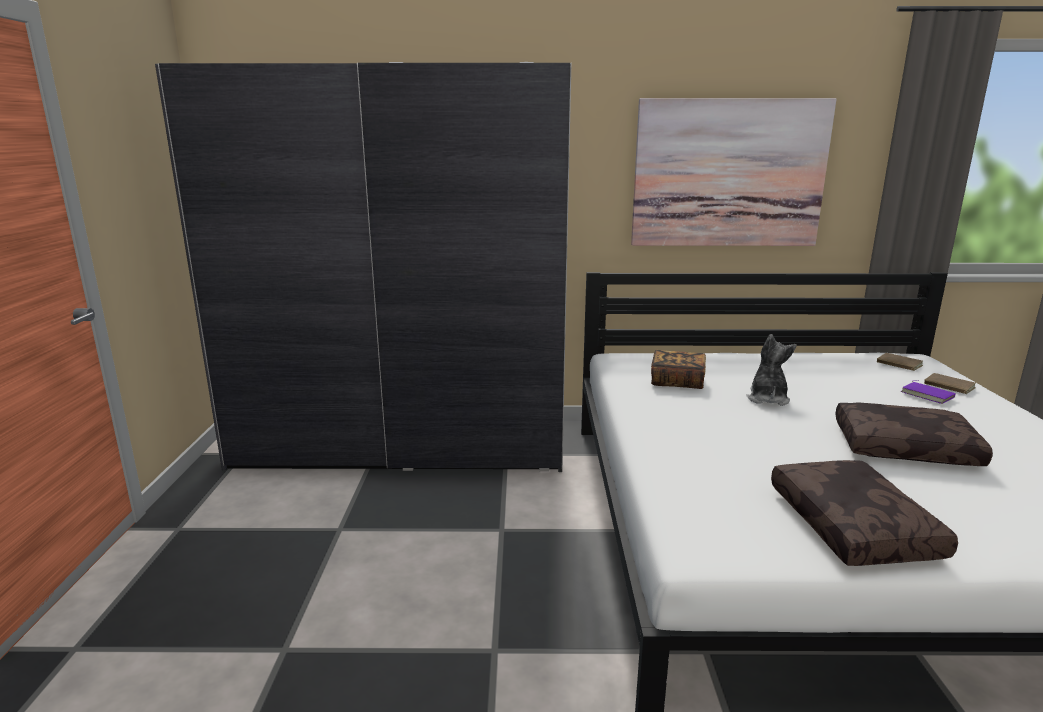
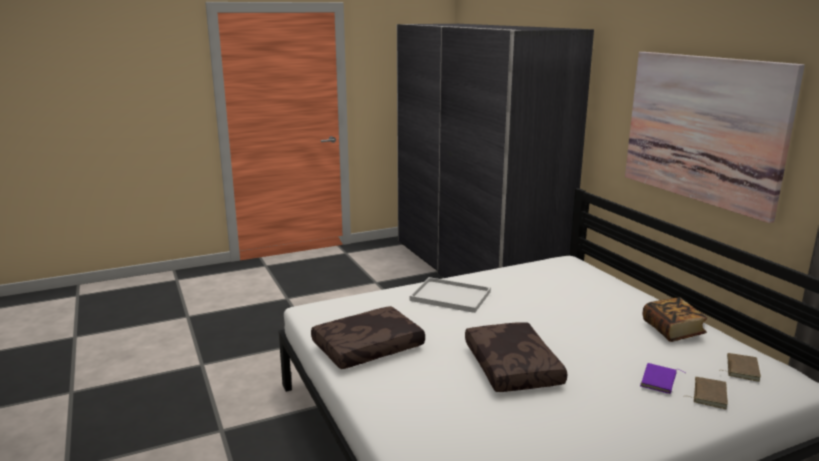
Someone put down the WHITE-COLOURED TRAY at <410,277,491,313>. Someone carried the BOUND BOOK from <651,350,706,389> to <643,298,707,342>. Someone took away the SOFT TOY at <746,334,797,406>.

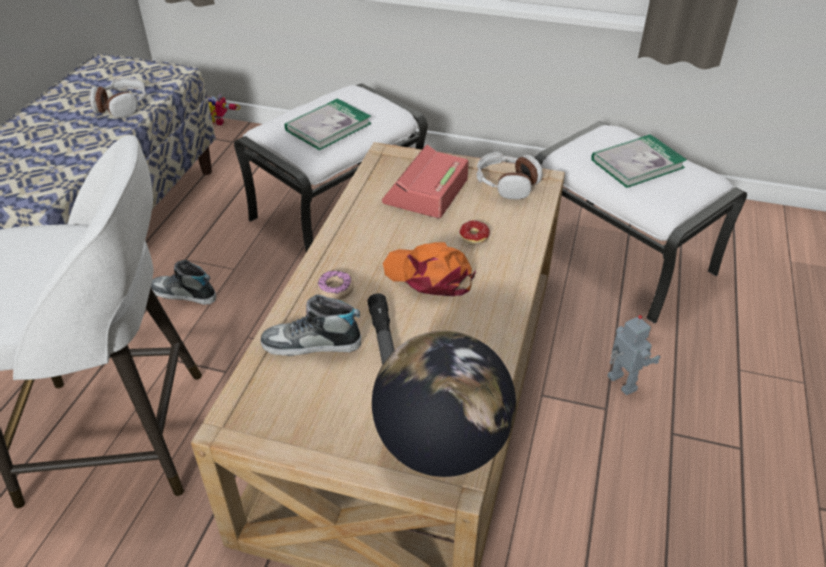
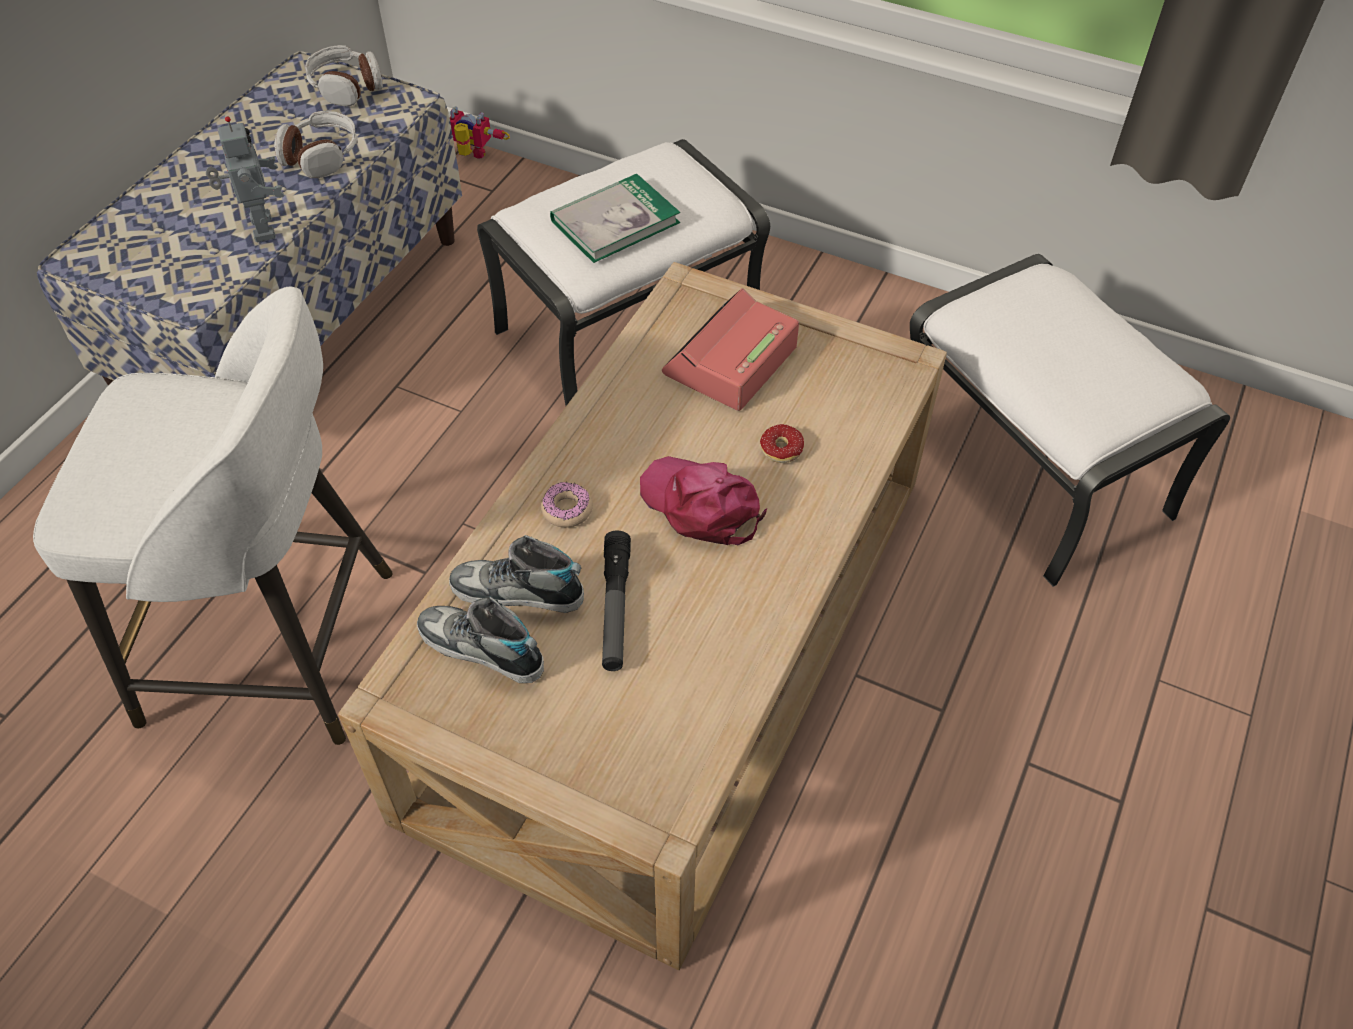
Someone carried the MODEL ROBOT from <608,315,661,395> to <206,116,285,242>. Someone carried the PAIR OF HEADPHONES from <477,152,543,199> to <305,45,383,106>. Someone carried the SHOE from <151,260,216,305> to <417,597,544,683>. Someone repainted the ORANGE-COLOURED PEAKED CAP at <383,242,476,296>, which became the PINK-COLOURED PEAKED CAP at <640,456,767,545>. Someone took away the GLOBE at <372,331,516,477>. Someone took away the BOUND BOOK at <591,134,687,188>.

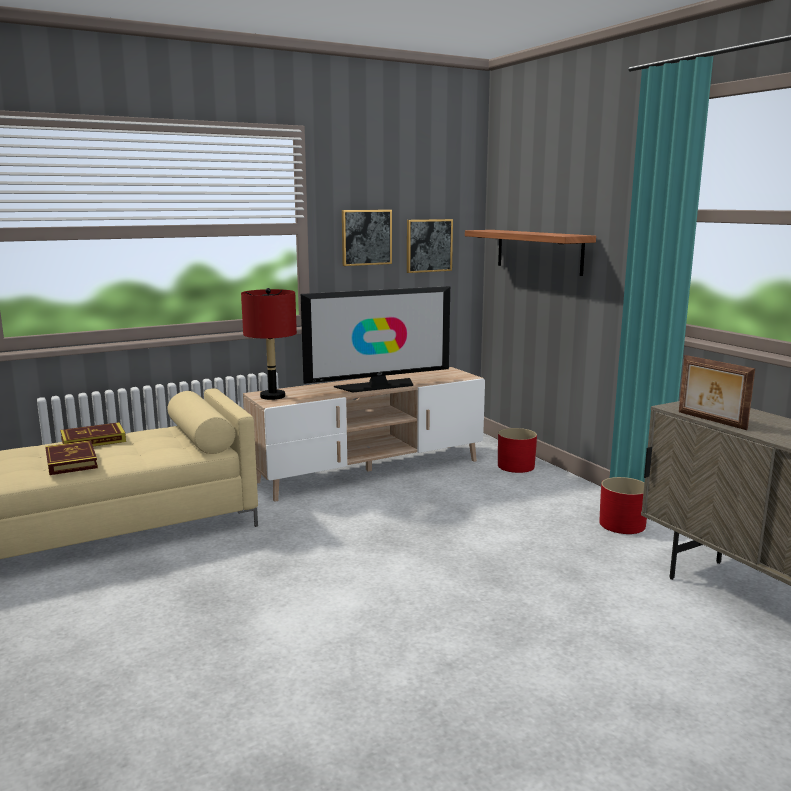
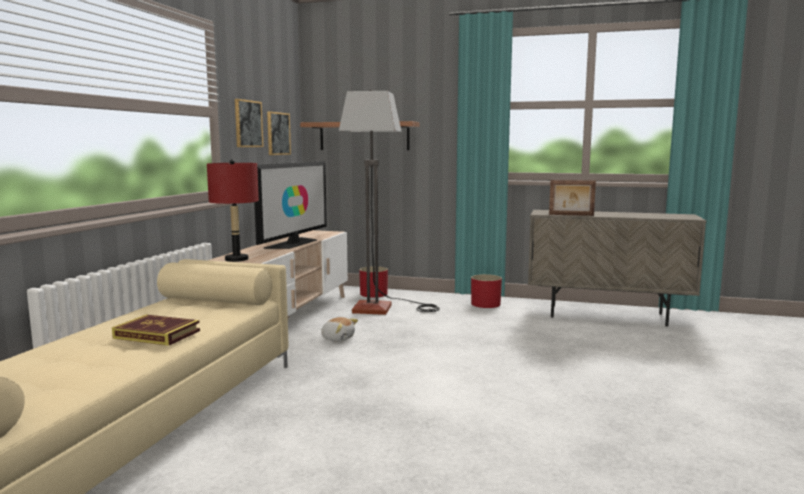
Someone put down the SOFT TOY at <321,317,358,342>. Someone put down the STANDARD LAMP at <339,90,440,315>. Someone took away the BOUND BOOK at <60,422,126,446>.

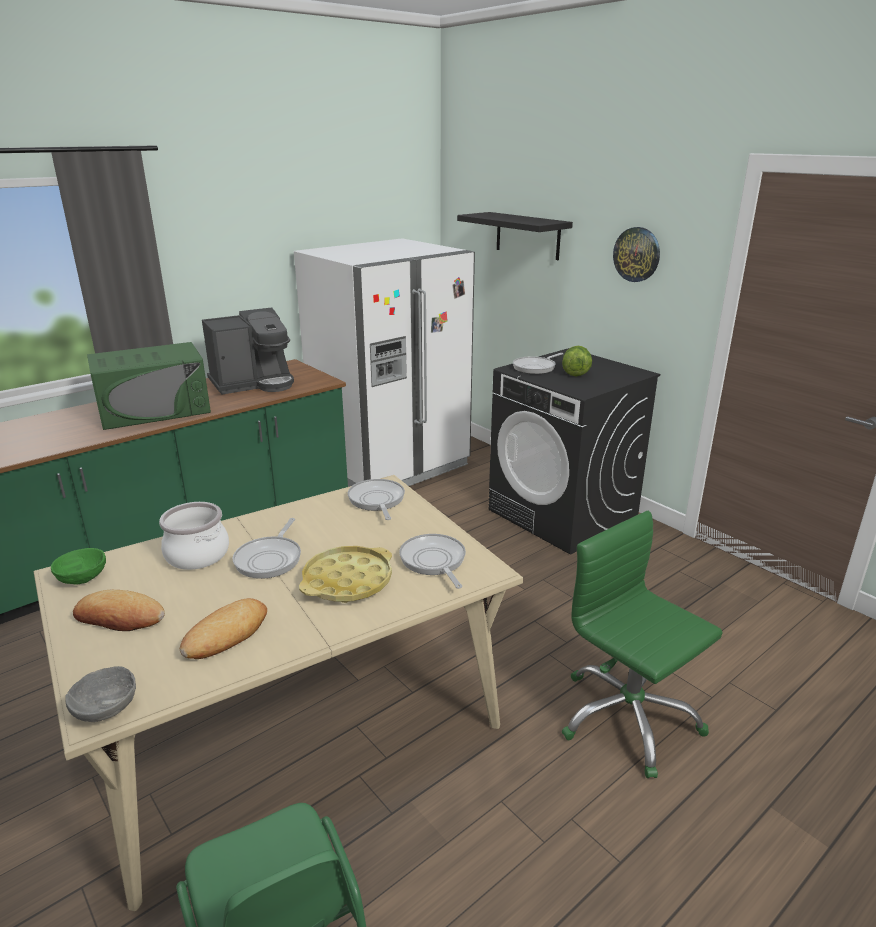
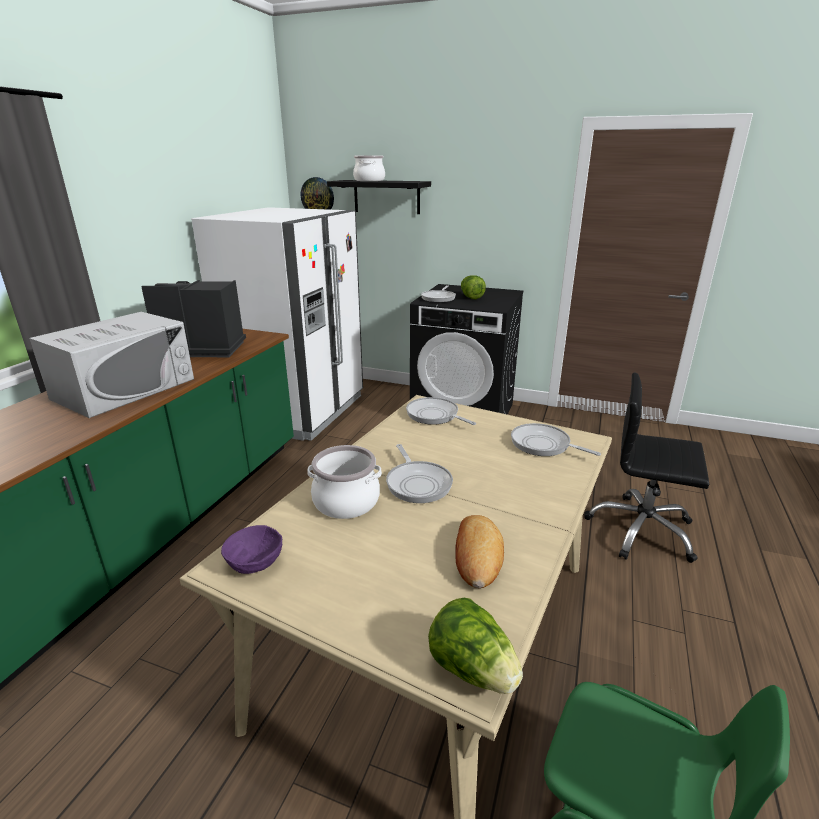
Someone repainted the GREEN KITCHEN MICROWAVE at <87,342,211,430>, which became the WHITE-COLOURED KITCHEN MICROWAVE at <29,312,194,418>. Someone rotated the COFFEE MACHINE at <202,308,294,394> by 120 degrees counterclockwise. Someone repainted the GREEN DEEP DISH at <51,548,106,584>, which became the PURPLISH DEEP DISH at <221,525,282,574>. Someone carried the WALL CLOCK from <613,227,660,282> to <301,177,334,210>. Someone put down the SAUCEPOT at <353,156,385,181>. Someone swapped the GREY DEEP DISH at <65,666,136,722> for the HEAD OF LETTUCE at <428,598,523,694>. Someone repainted the GREEN DESK CHAIR at <561,511,723,778>, which became the BLACK DESK CHAIR at <584,373,709,563>. Someone took away the BREAD at <73,590,165,631>. Someone took away the YELLOW TRAY at <299,546,392,603>.

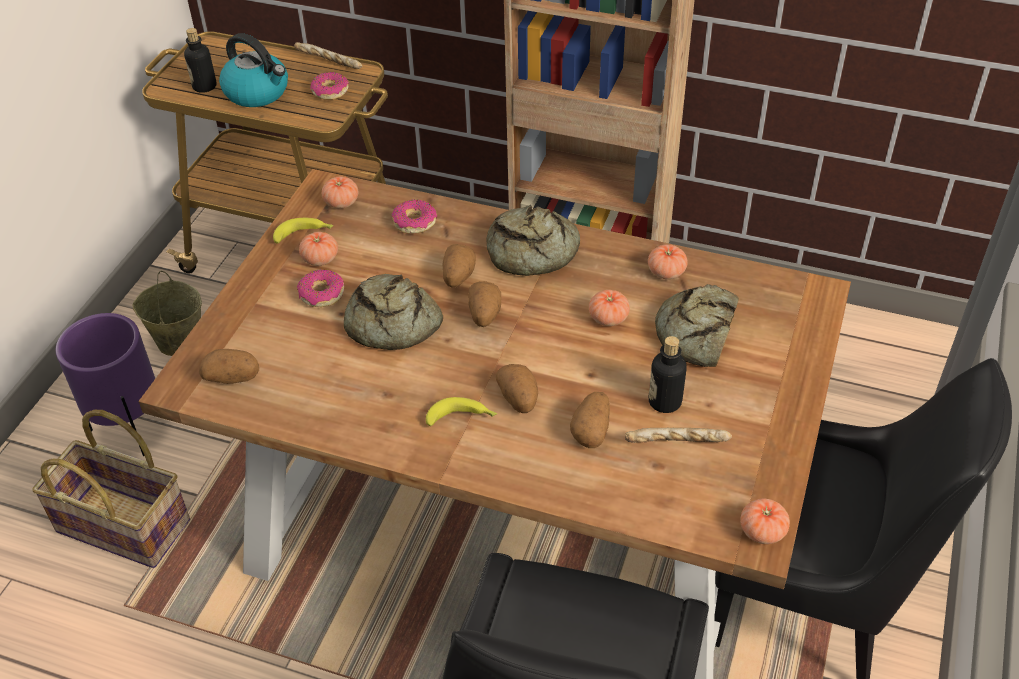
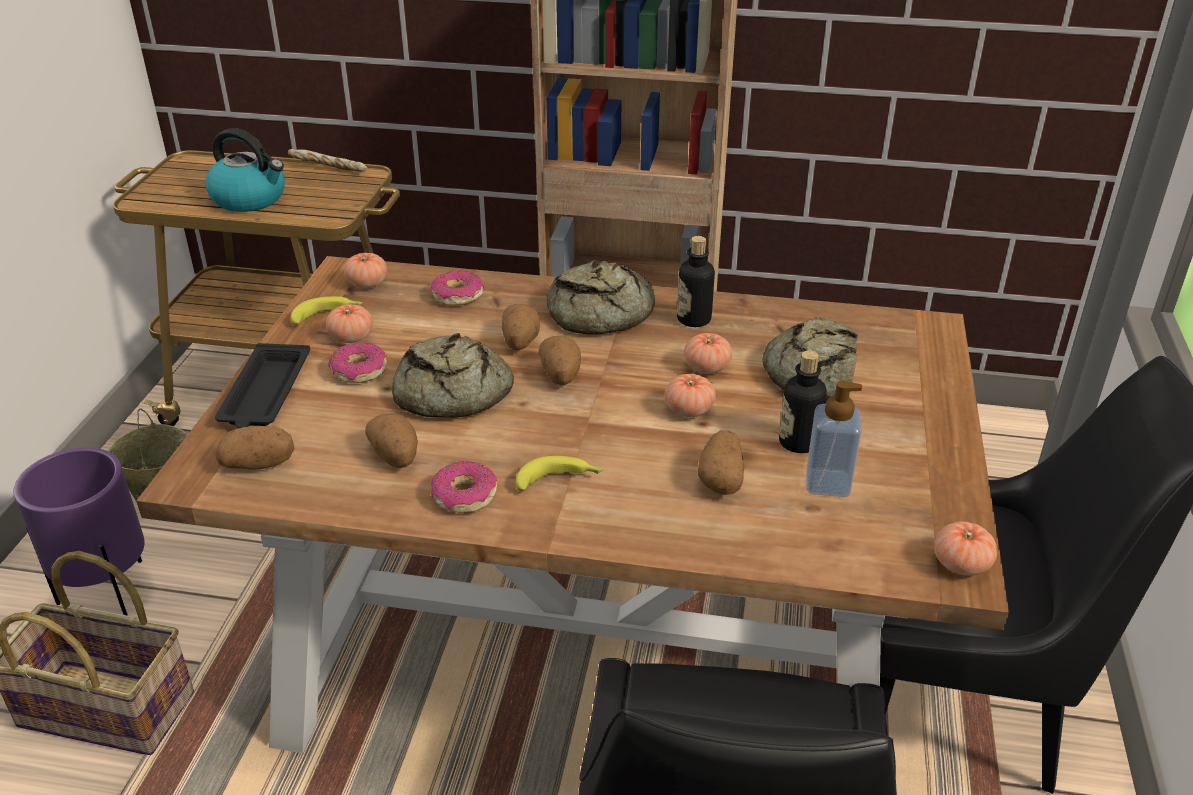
Someone put down the BLACK TRAY at <215,343,310,428>. Someone carried the SPUD from <496,364,538,413> to <365,413,418,468>. Someone carried the DOUGHNUT from <310,72,349,100> to <431,461,497,513>. Someone carried the FRESH TOMATO from <648,245,688,279> to <665,374,716,417>. Someone carried the BOTTLE from <184,28,217,93> to <677,236,715,327>. Someone swapped the BREAD at <625,428,732,443> for the SOAP BOTTLE at <806,381,862,497>.

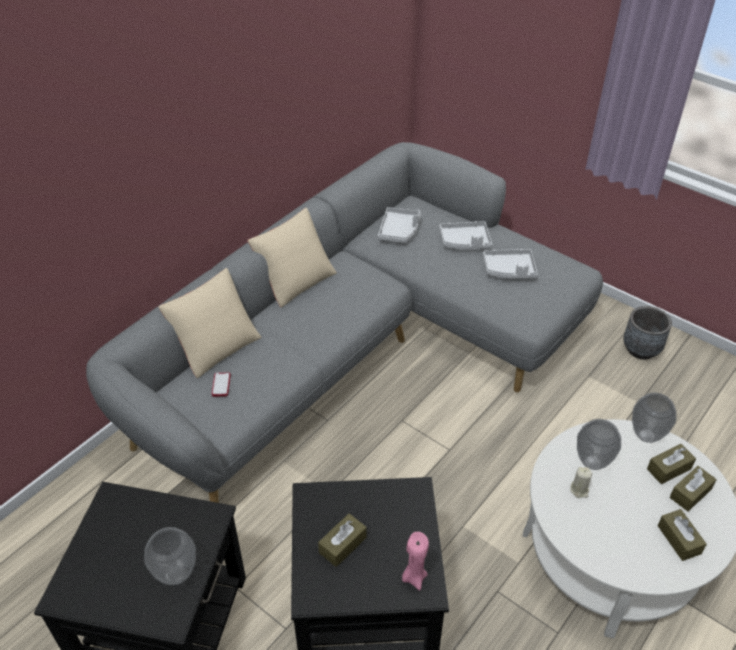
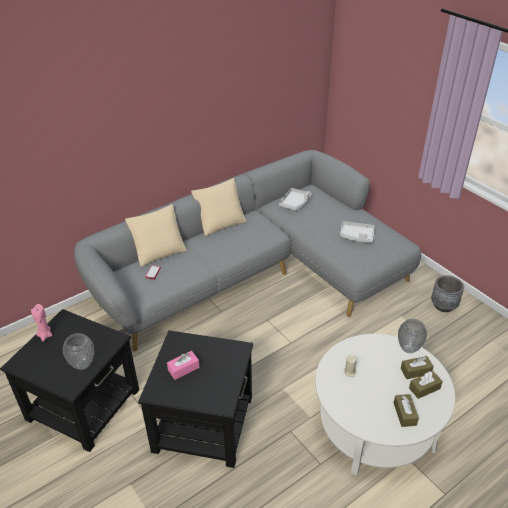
Someone carried the PINK-COLOURED WAX LIGHT from <402,532,429,590> to <31,304,53,341>. Someone repainted the BROWN-COLOURED BOX OF TISSUES at <318,513,367,567>, which became the PINK-COLOURED BOX OF TISSUES at <167,351,200,380>. Someone took away the GREY TRAY at <439,221,492,250>. Someone took away the DECORATIVE VASE at <577,419,621,470>.

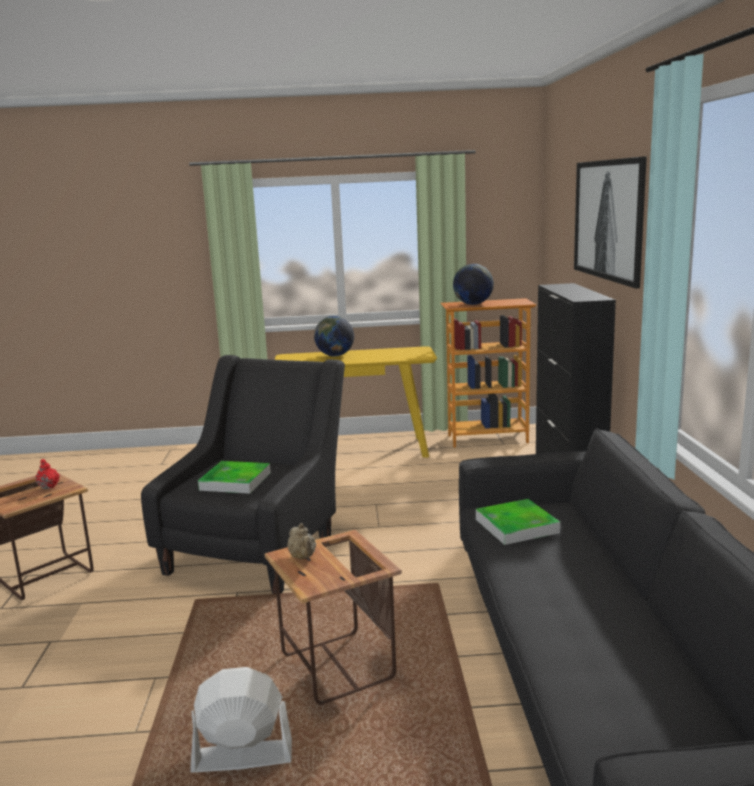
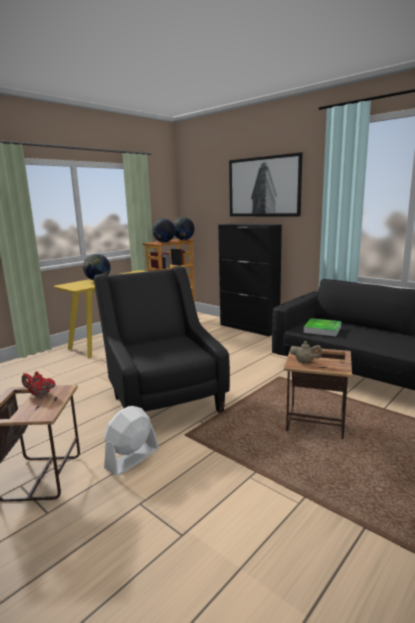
Someone carried the WHITE-COLOURED ELECTRIC FAN from <190,667,292,773> to <104,406,159,476>. Someone put down the GLOBE at <173,217,194,240>. Someone took away the TRAY at <198,461,271,494>.

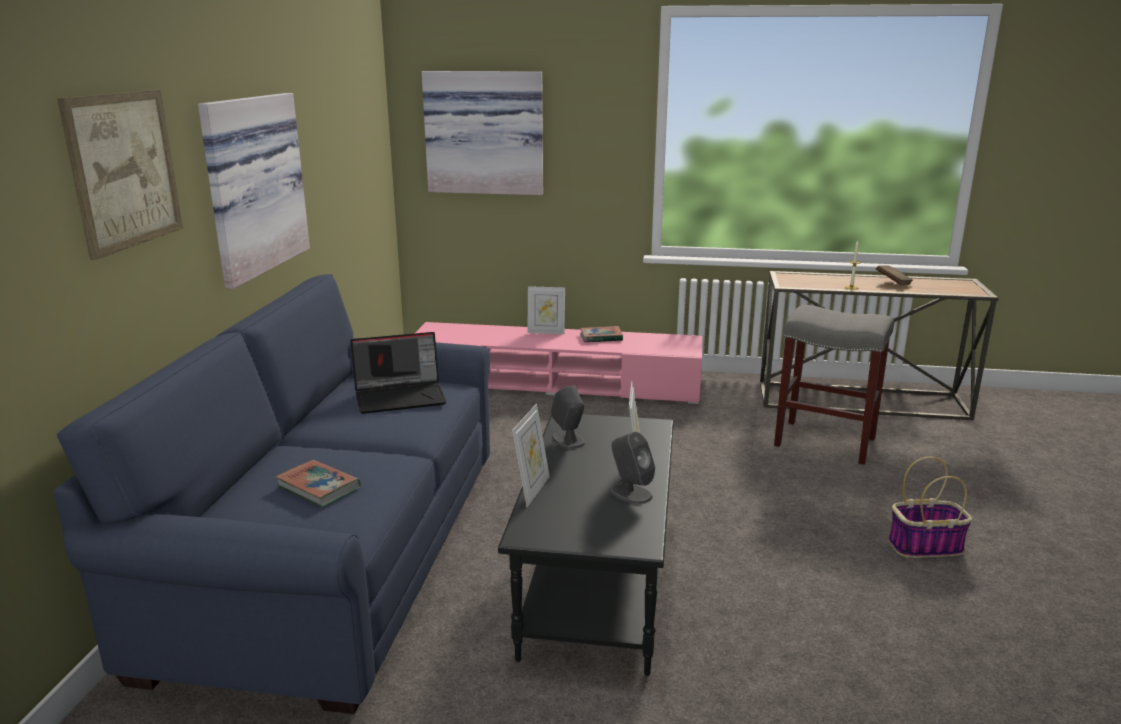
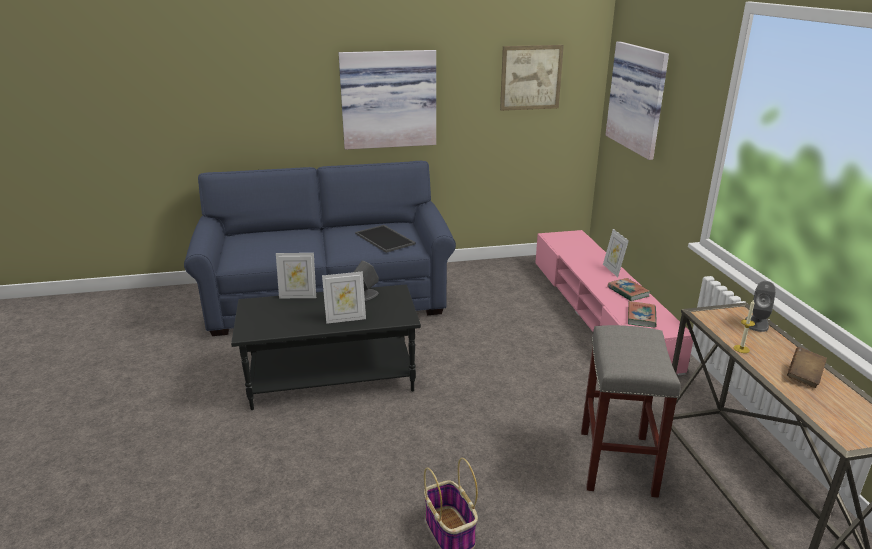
Someone swapped the NOTEBOOK COMPUTER at <350,332,447,414> for the TRAY at <355,225,416,253>. Someone carried the WALL PICTURE from <57,90,183,260> to <500,45,564,111>. Someone carried the BOUND BOOK from <275,460,361,508> to <628,301,657,327>. Someone carried the GREY AUDIO SPEAKER from <610,432,655,504> to <746,281,776,332>.

